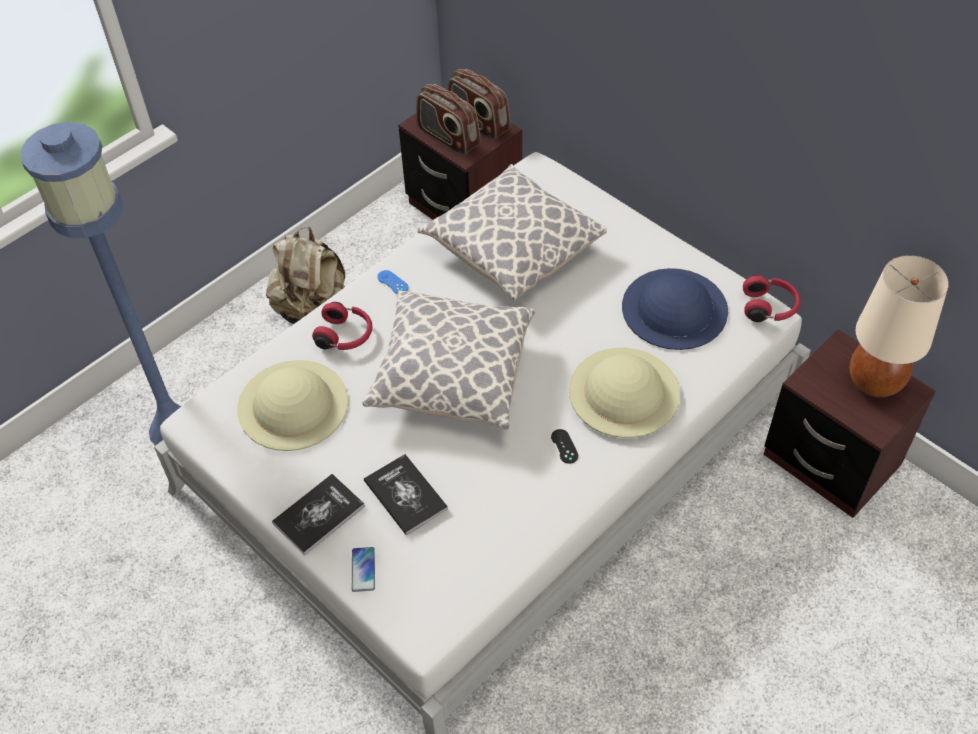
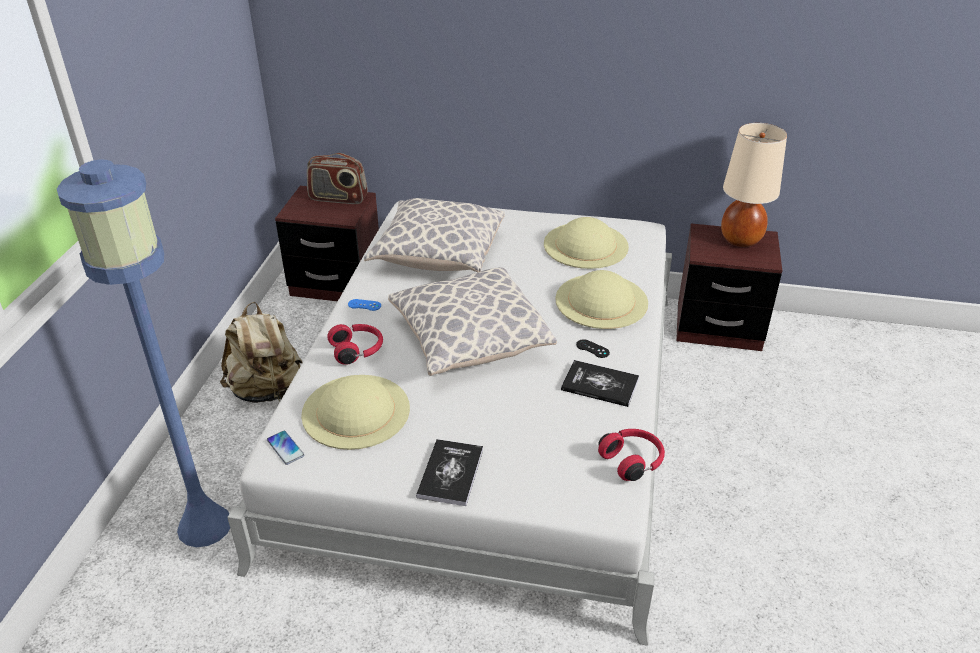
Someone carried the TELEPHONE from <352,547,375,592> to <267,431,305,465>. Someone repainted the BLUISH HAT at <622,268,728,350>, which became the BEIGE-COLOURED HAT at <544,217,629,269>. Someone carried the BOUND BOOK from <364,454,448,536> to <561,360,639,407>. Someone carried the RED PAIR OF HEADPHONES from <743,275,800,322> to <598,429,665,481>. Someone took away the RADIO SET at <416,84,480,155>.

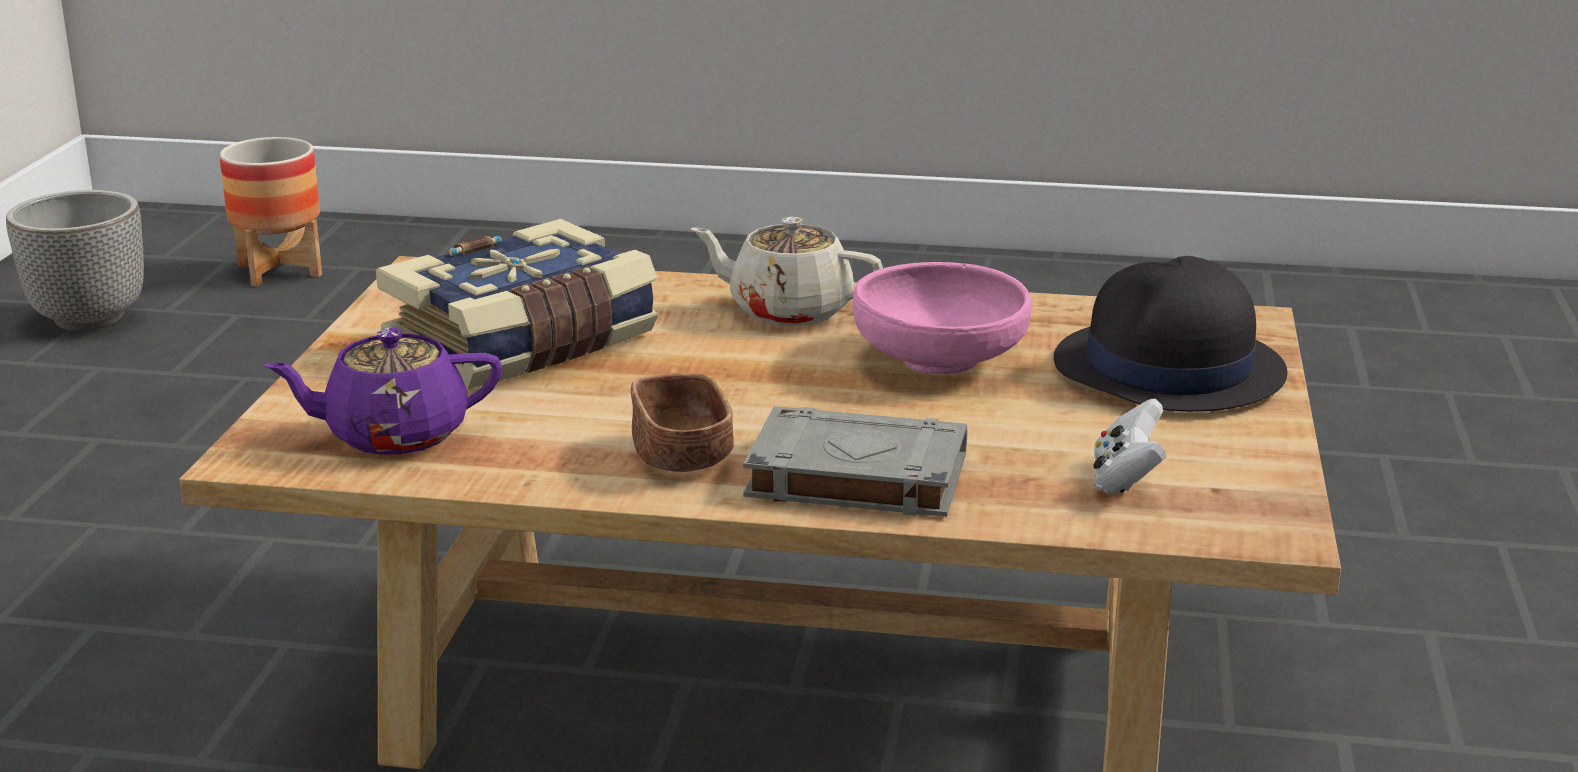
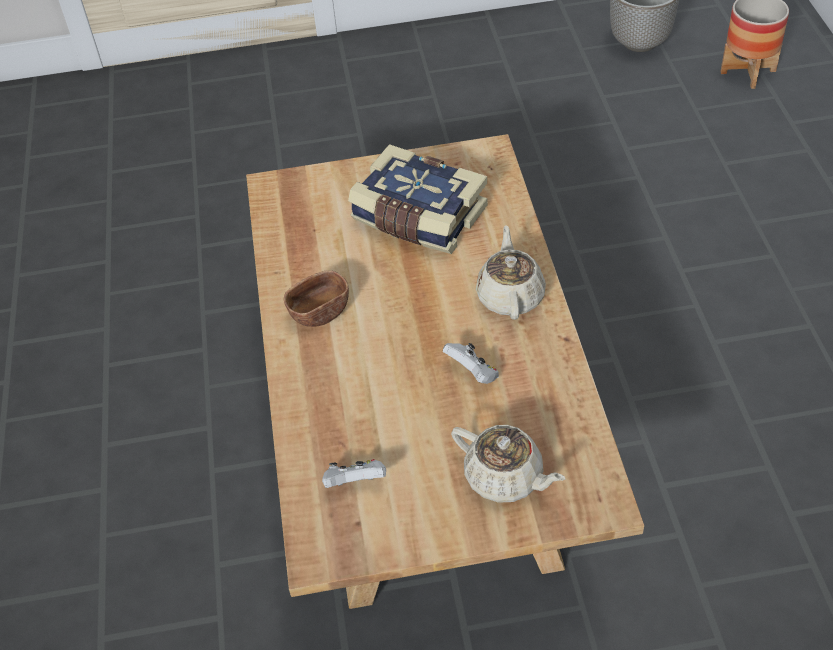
Someone swapped the PINK-COLOURED DEEP DISH at <852,262,1032,374> for the WHITE-COLOURED GAMEPAD at <443,343,499,384>. Someone swapped the BLACK HAT at <1054,256,1287,412> for the BEIGE-COLOURED TEA POT at <451,425,565,503>. Someone took away the PURPLISH TEA POT at <263,328,502,455>. Someone took away the GREY BOUND BOOK at <743,406,967,517>.

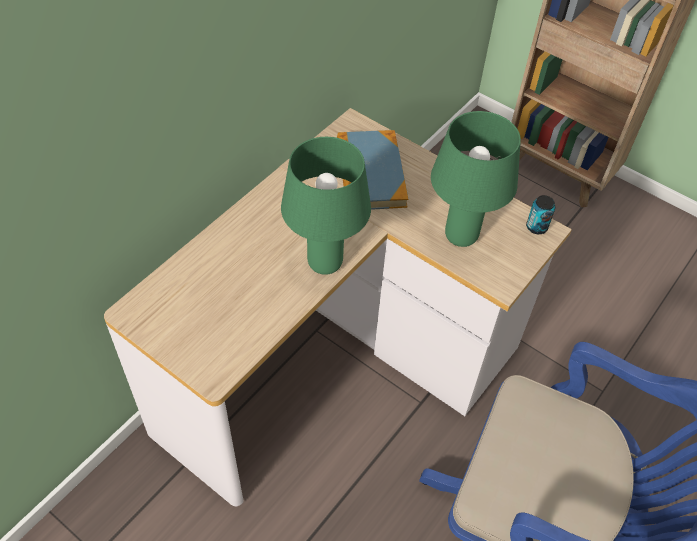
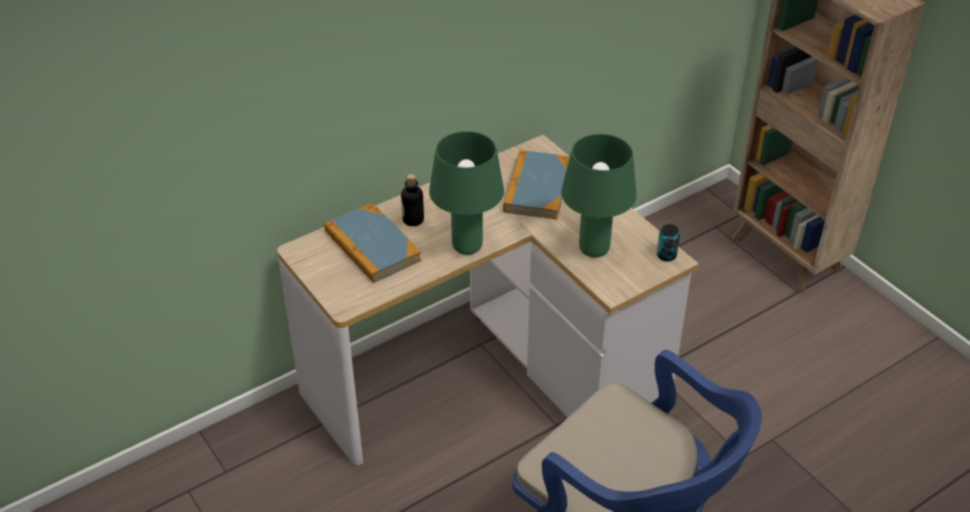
Someone put down the BOUND BOOK at <324,203,422,283>. Someone put down the BOTTLE at <401,174,424,226>.

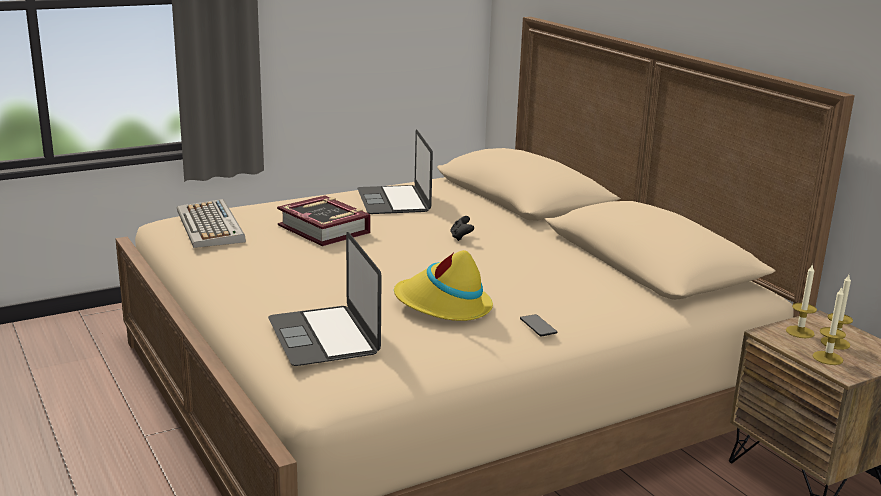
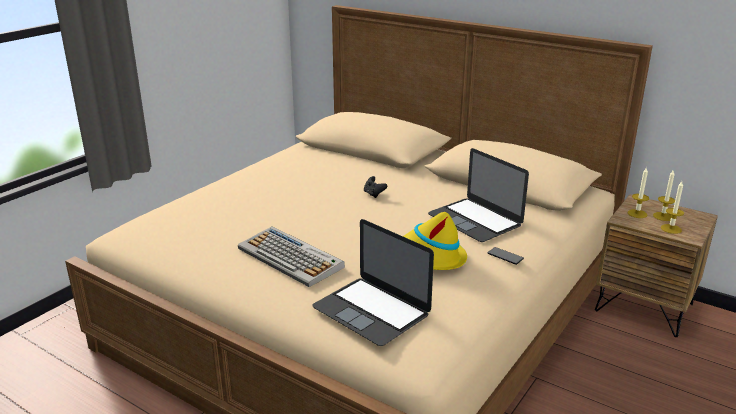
Someone carried the PC KEYBOARD from <177,199,246,248> to <238,227,345,287>. Someone carried the NOTEBOOK COMPUTER from <357,129,433,214> to <428,148,529,242>. Someone took away the BOUND BOOK at <277,195,370,246>.

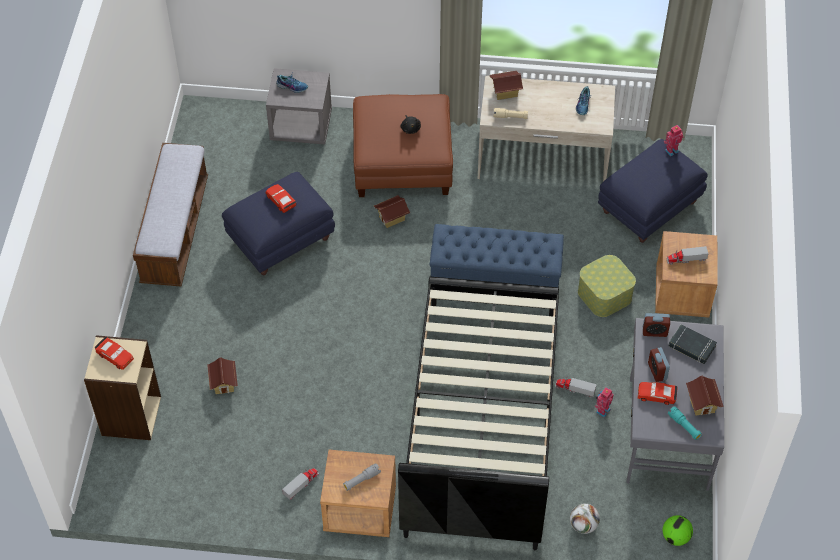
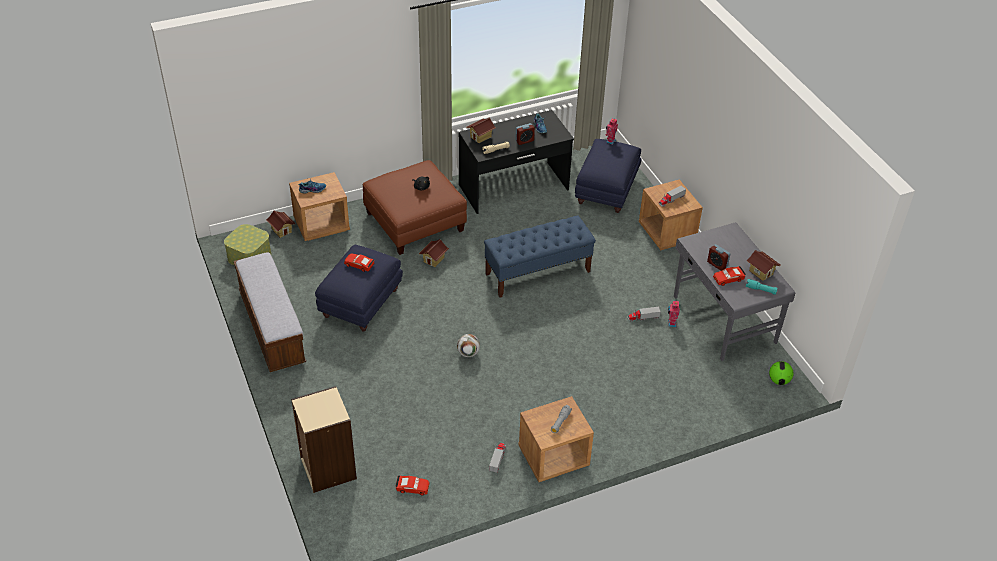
Someone carried the STORAGE BIN from <578,255,636,317> to <224,224,271,265>. Someone carried the MODEL HOUSE from <207,357,238,394> to <266,210,295,238>. Someone repainted the GREY BEDSIDE TABLE at <266,68,332,144>, which became the BROWN-COLOURED BEDSIDE TABLE at <289,172,350,241>. Someone carried the RED MODEL CAR from <95,337,134,370> to <395,475,430,496>. Someone carried the FOOTBALL BALL from <570,504,600,534> to <457,334,480,357>. Someone repainted the BEIGE-COLOURED DESK at <478,76,615,182>, which became the BLACK DESK at <459,110,574,214>. Someone carried the ALARM CLOCK from <643,313,670,337> to <515,123,535,145>. Someone took away the BLACK BED at <398,277,559,550>. Someone took away the BLACK BOUND BOOK at <668,324,717,364>.

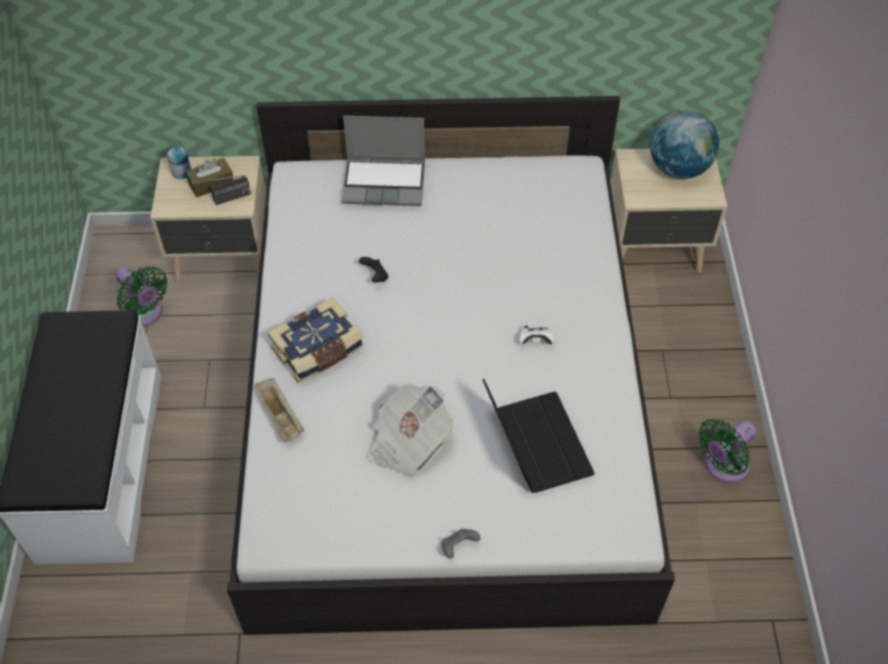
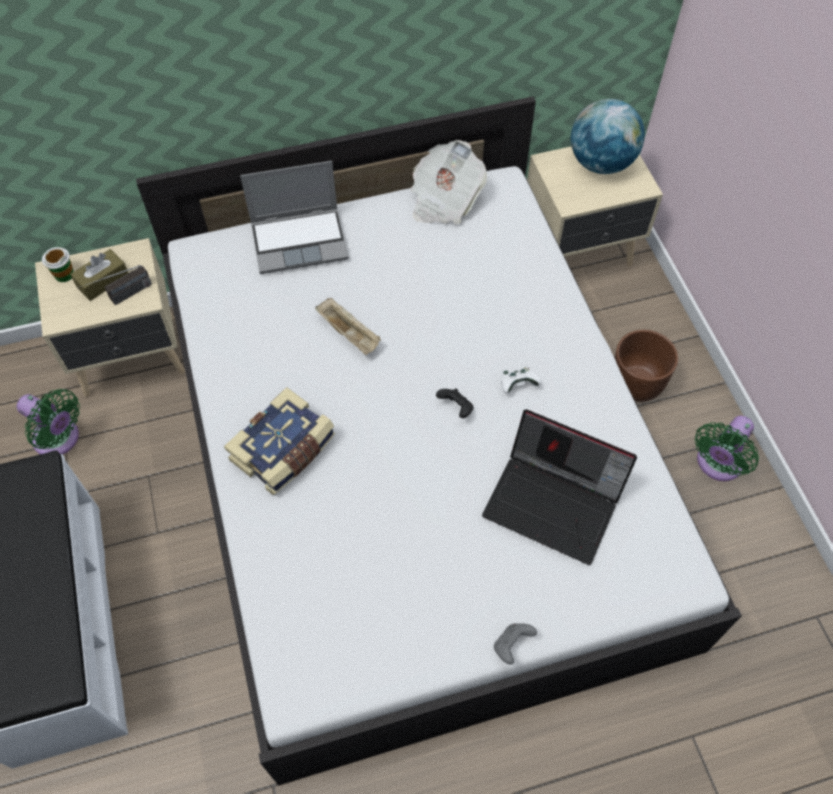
Someone swapped the CAN at <166,146,191,179> for the SMALL CUP at <42,247,74,282>. Someone carried the BEIGE-COLOURED TRAY from <255,378,304,443> to <315,298,381,355>. Someone carried the DAILY PAPER from <367,384,453,477> to <411,140,487,224>. Someone carried the BLACK GAMEPAD from <359,257,388,283> to <436,388,474,418>. Someone rotated the NOTEBOOK COMPUTER at <483,379,595,493> by 150 degrees clockwise. Someone put down the BROWN-COLOURED PLANT POT at <614,330,678,402>.

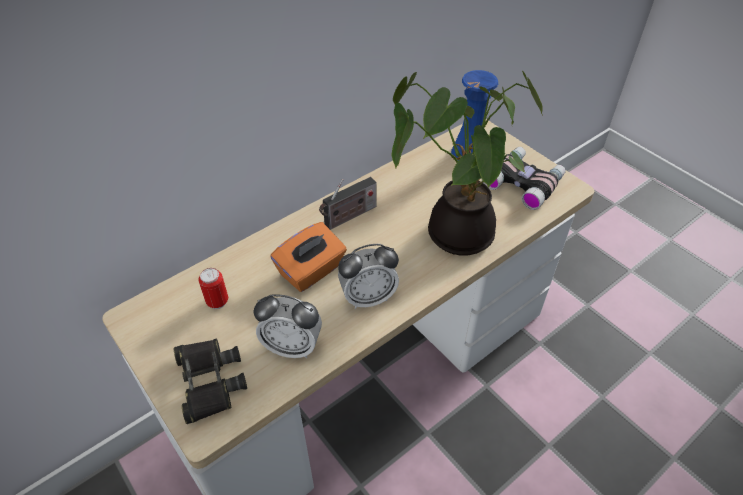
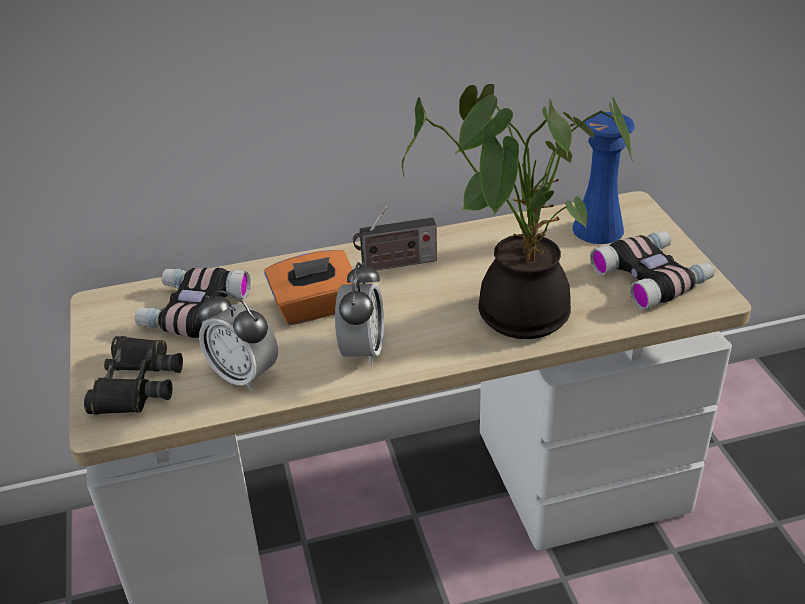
Someone swapped the CAN at <198,268,228,309> for the FIELD GLASSES at <135,268,251,338>. Someone rotated the ALARM CLOCK at <338,244,399,309> by 90 degrees counterclockwise.

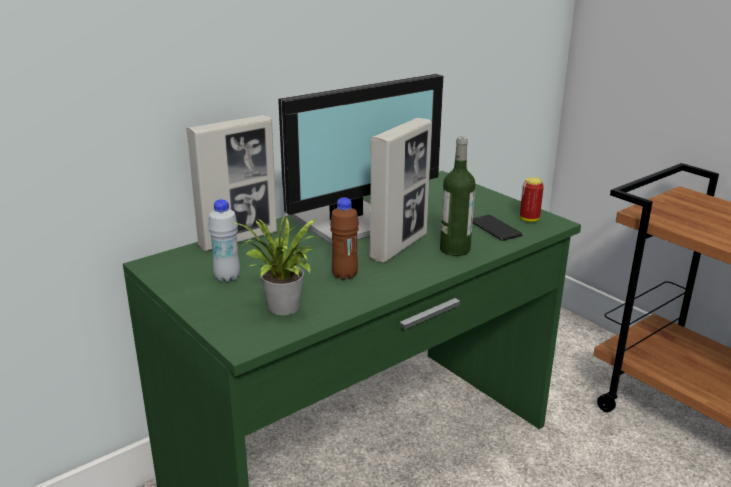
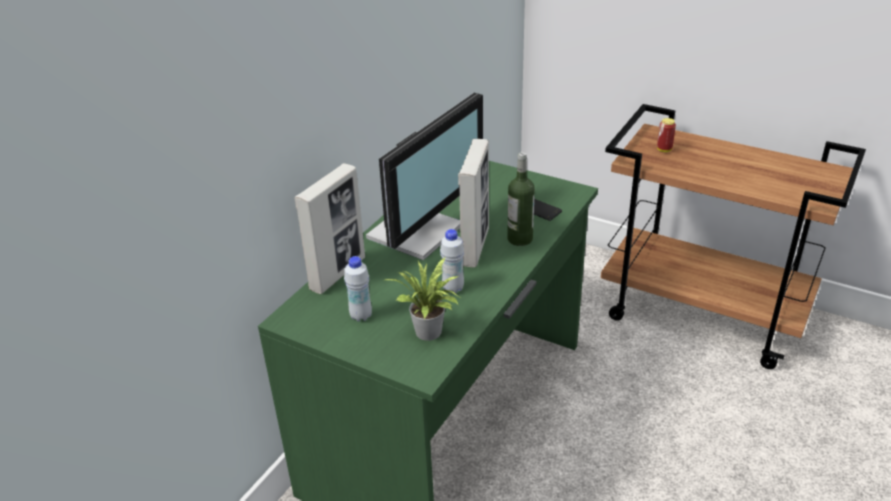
Someone repainted the BROWN-COLOURED BOTTLE at <330,198,359,280>, which became the WHITE-COLOURED BOTTLE at <440,229,464,293>. Someone carried the CAN from <520,177,544,222> to <657,118,676,152>.

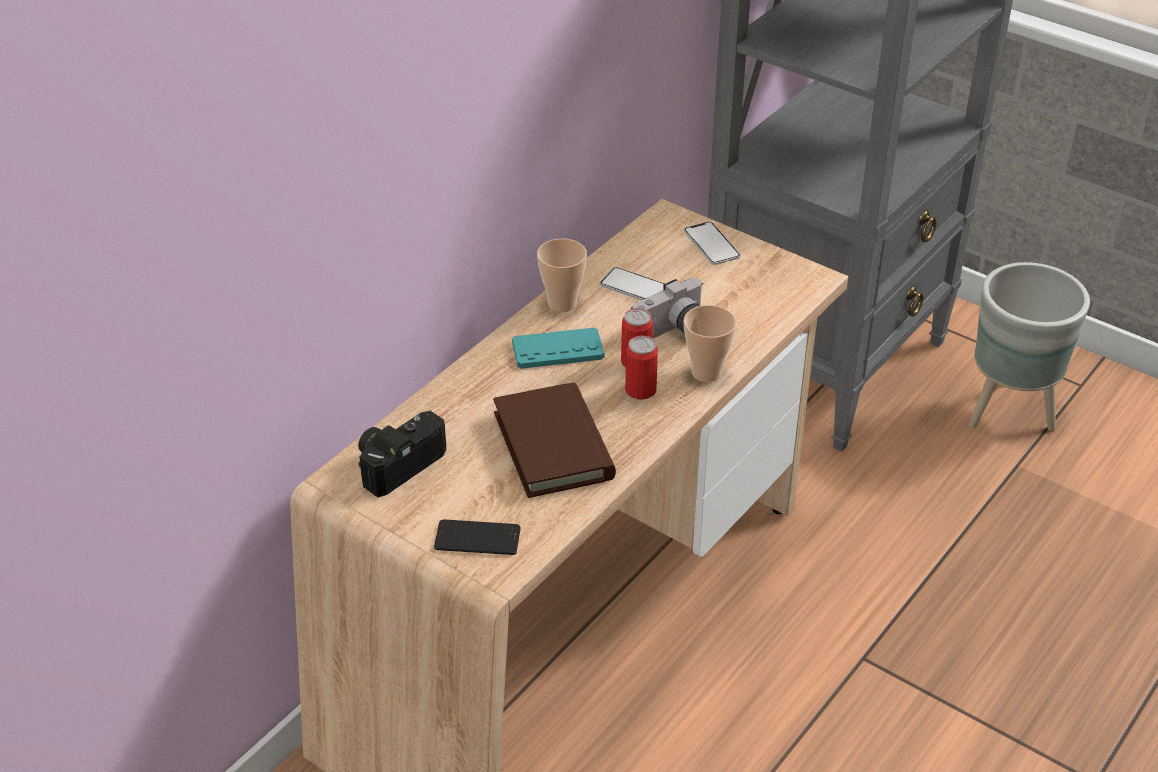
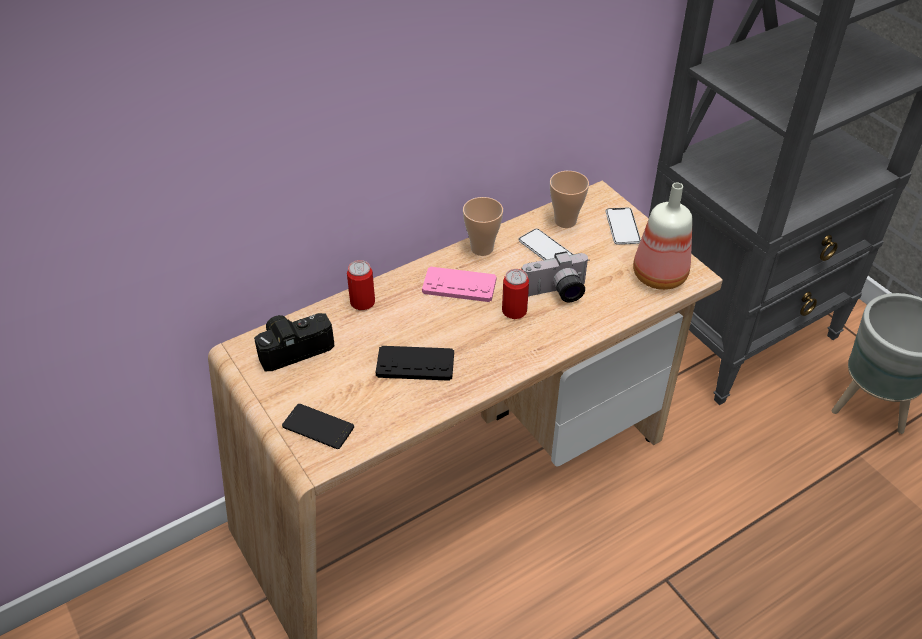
Someone carried the CAN from <625,336,658,400> to <347,260,375,310>. Someone swapped the BROWN-COLOURED BOUND BOOK at <493,382,616,498> for the BLACK GAMEPAD at <376,346,454,381>. Someone repainted the TURQUOISE-COLOURED GAMEPAD at <512,327,604,369>, which became the PINK-COLOURED GAMEPAD at <422,267,497,302>. Someone carried the SMALL CUP from <684,305,737,382> to <550,171,589,228>. Someone put down the BOTTLE at <633,182,693,290>.

